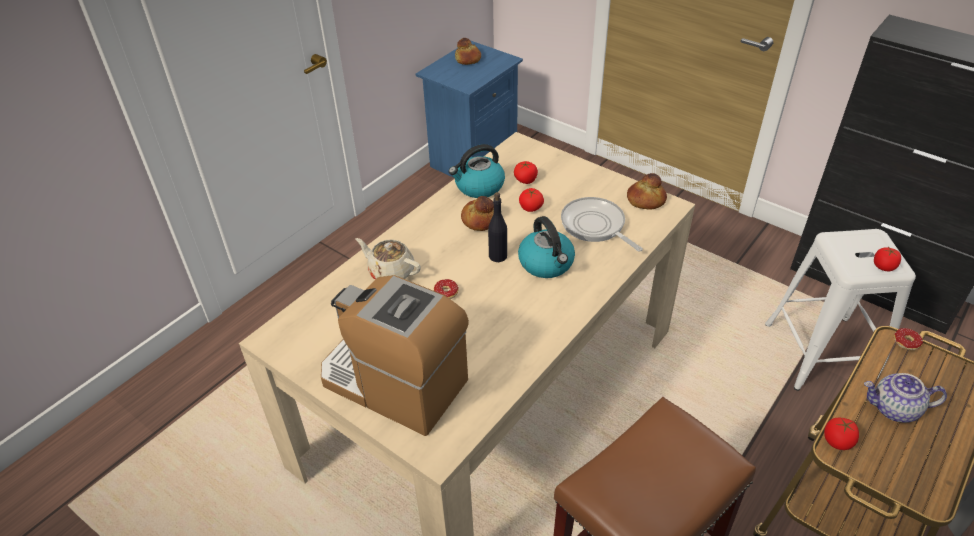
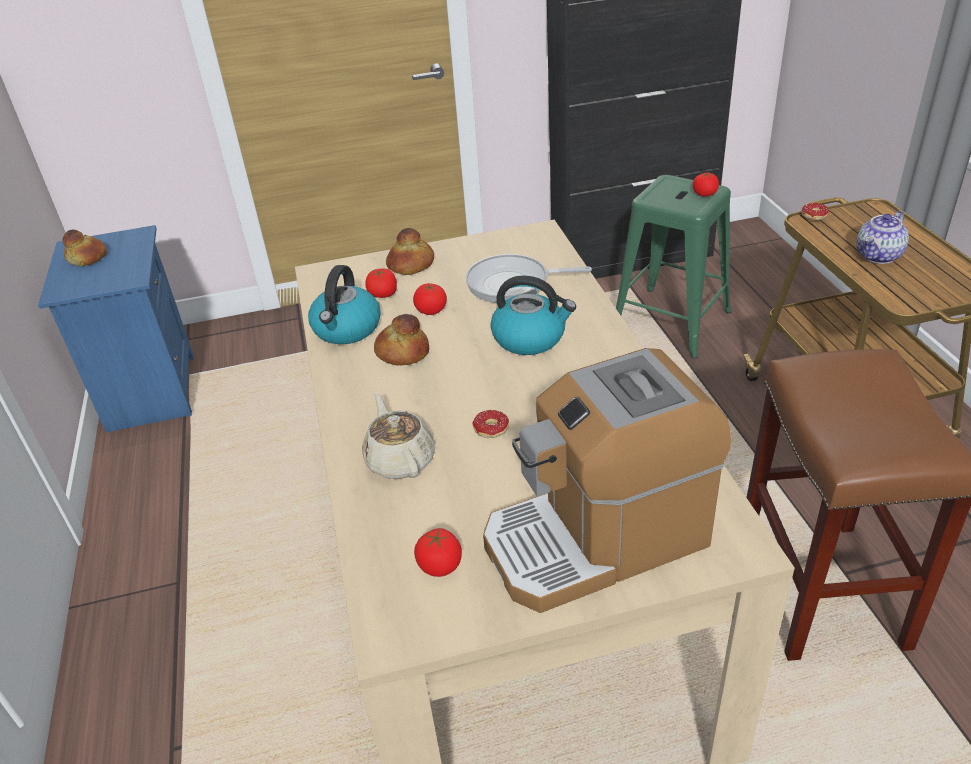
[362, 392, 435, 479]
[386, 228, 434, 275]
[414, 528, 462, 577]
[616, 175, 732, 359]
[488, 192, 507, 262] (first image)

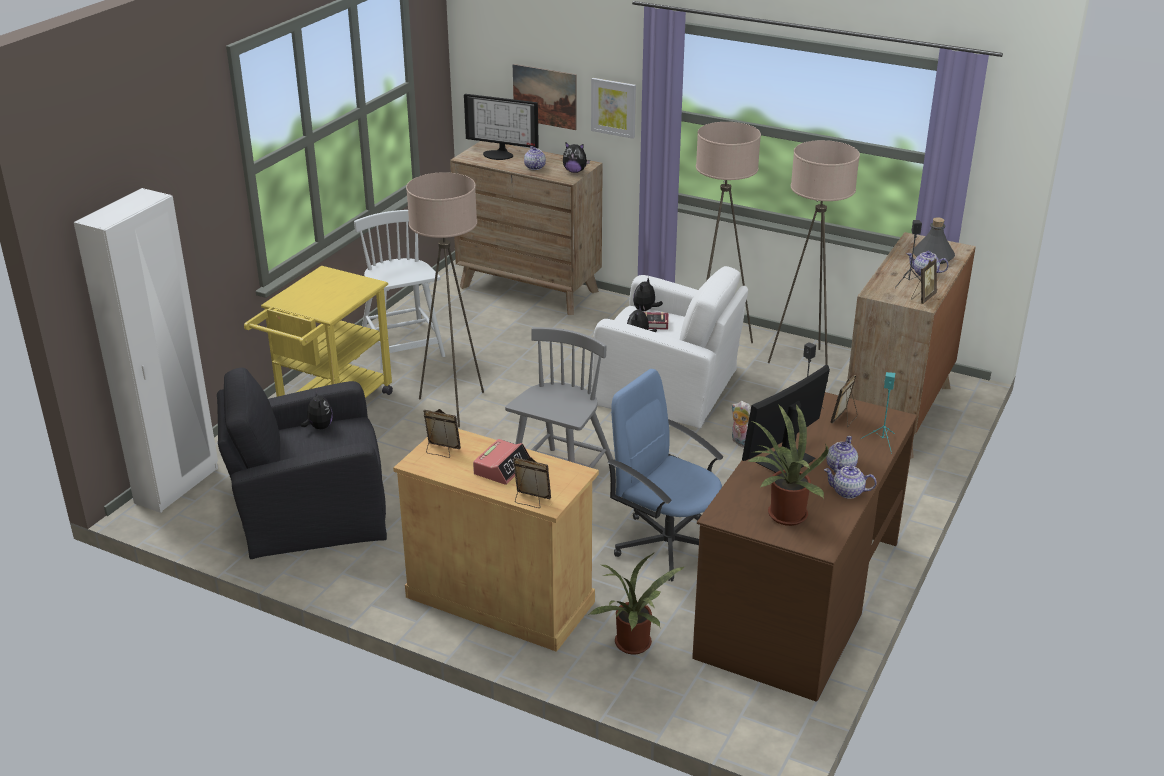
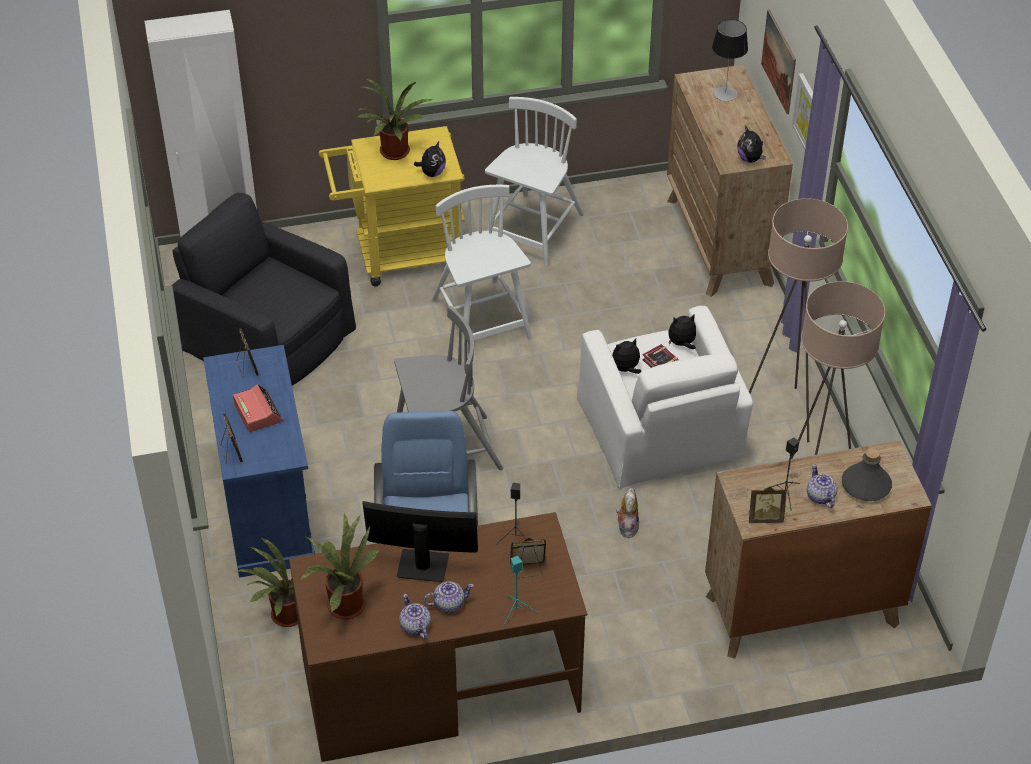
[203, 345, 315, 578]
[233, 384, 283, 433]
[357, 79, 433, 160]
[414, 141, 446, 177]
[432, 185, 531, 358]
[712, 20, 748, 101]
[524, 146, 546, 170] (first image)

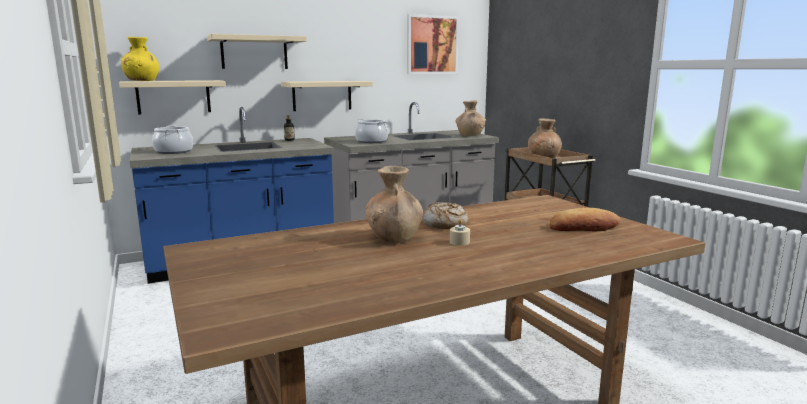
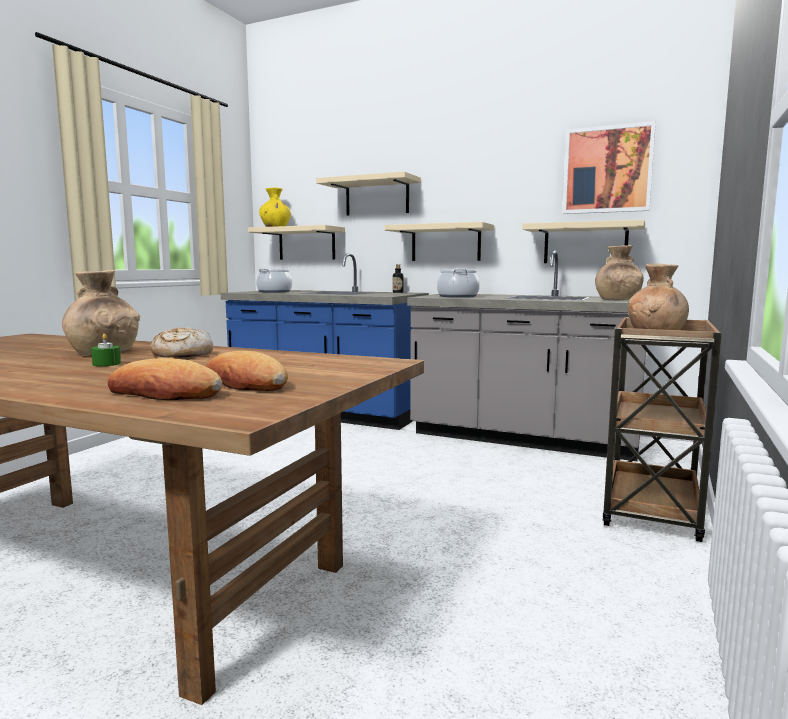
[91, 334, 121, 366]
[108, 358, 222, 400]
[522, 220, 645, 263]

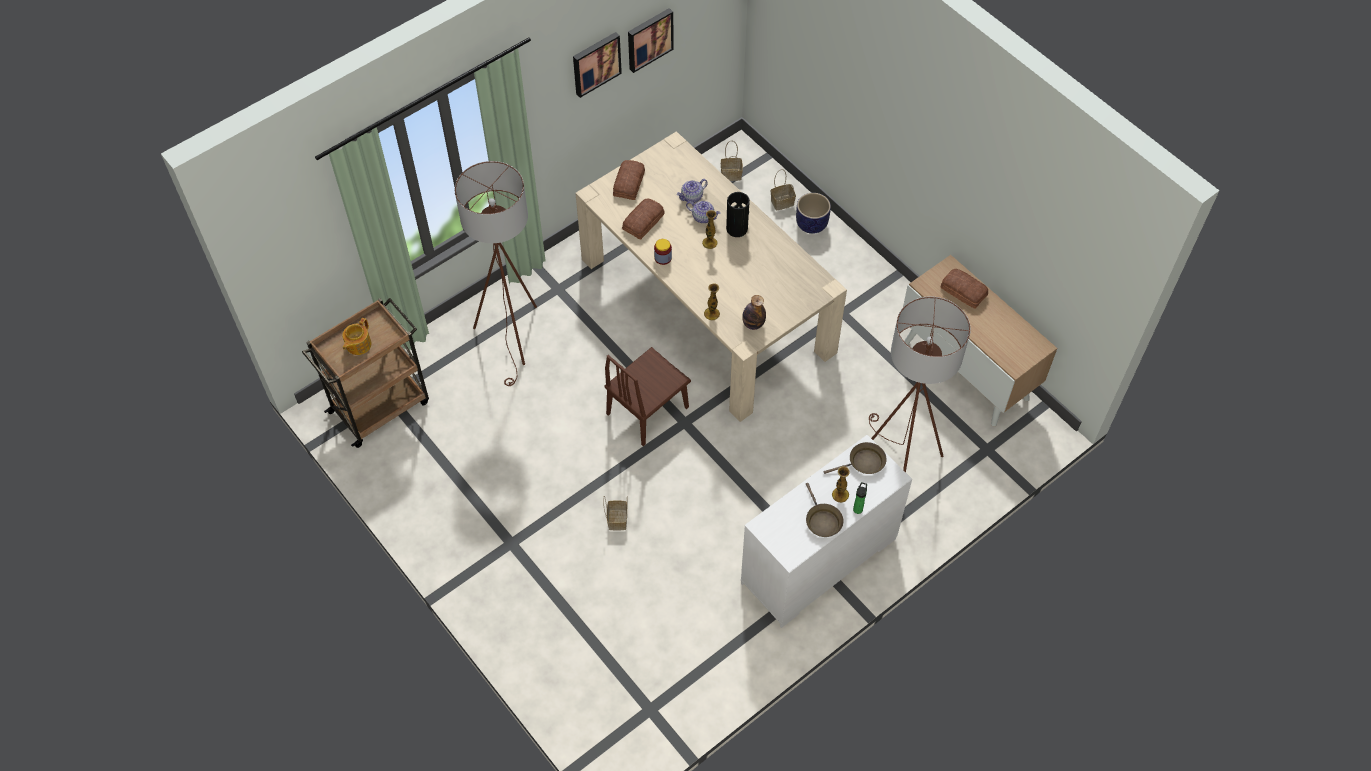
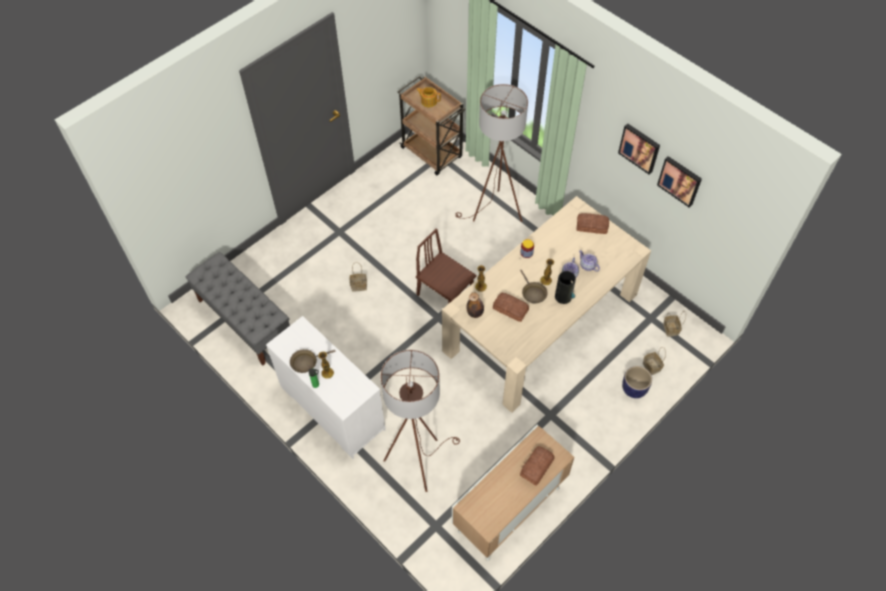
[186, 252, 290, 365]
[493, 293, 529, 322]
[520, 270, 548, 303]

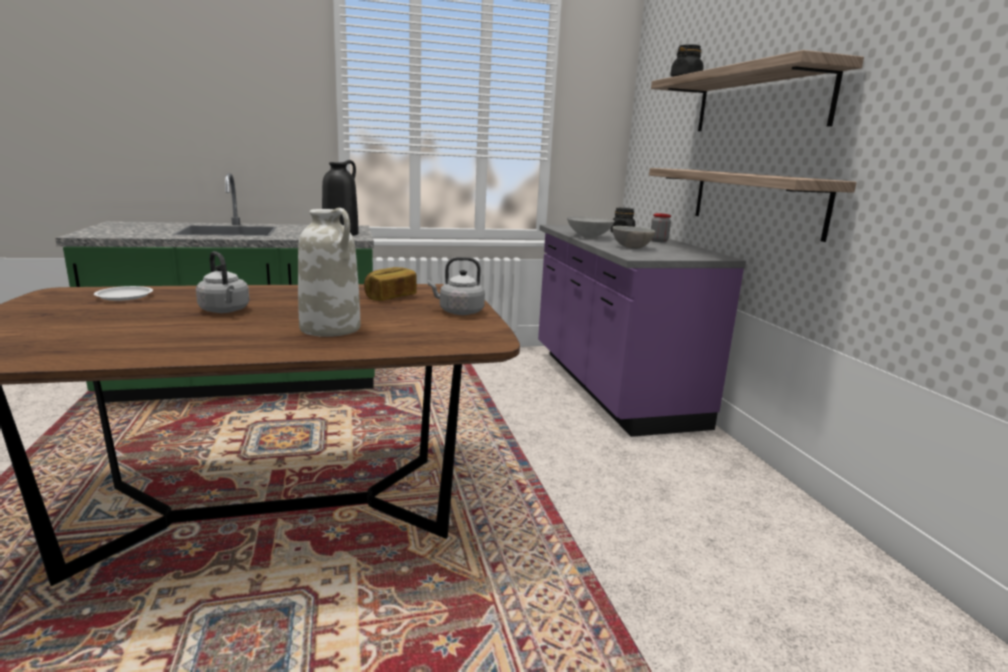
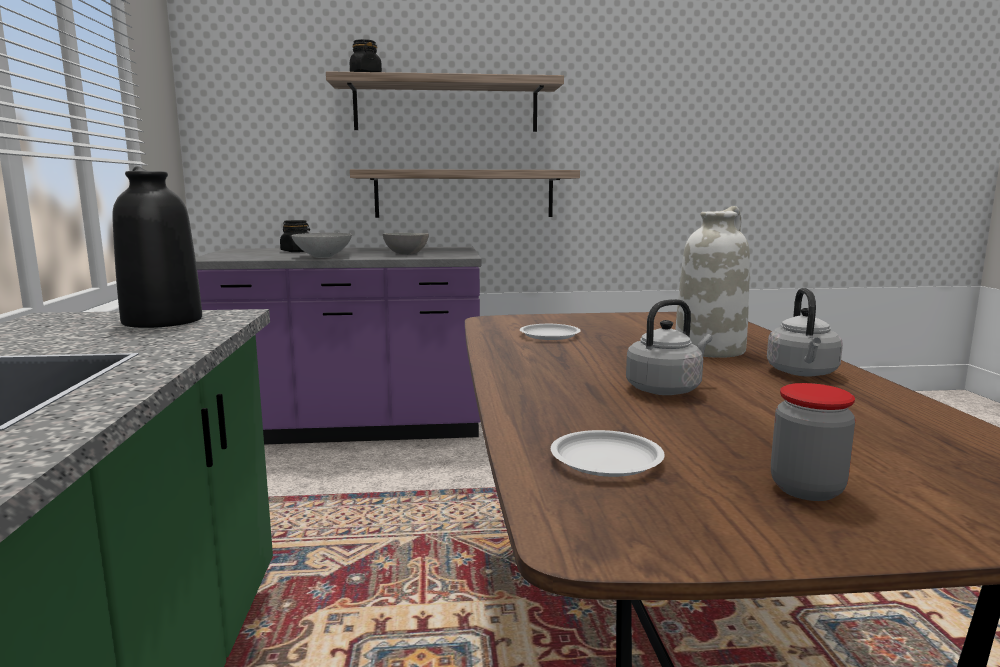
[520, 324, 581, 340]
[767, 288, 843, 376]
[771, 383, 855, 501]

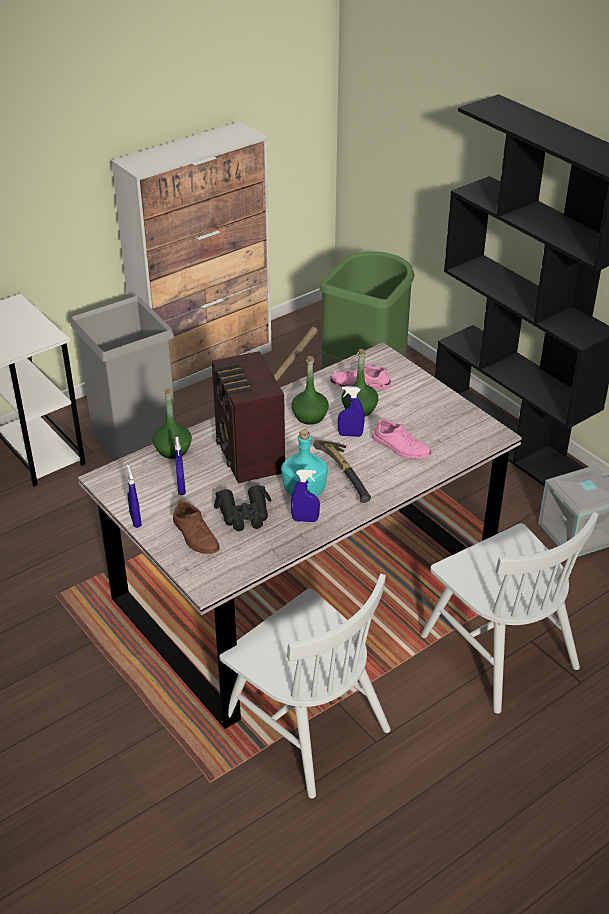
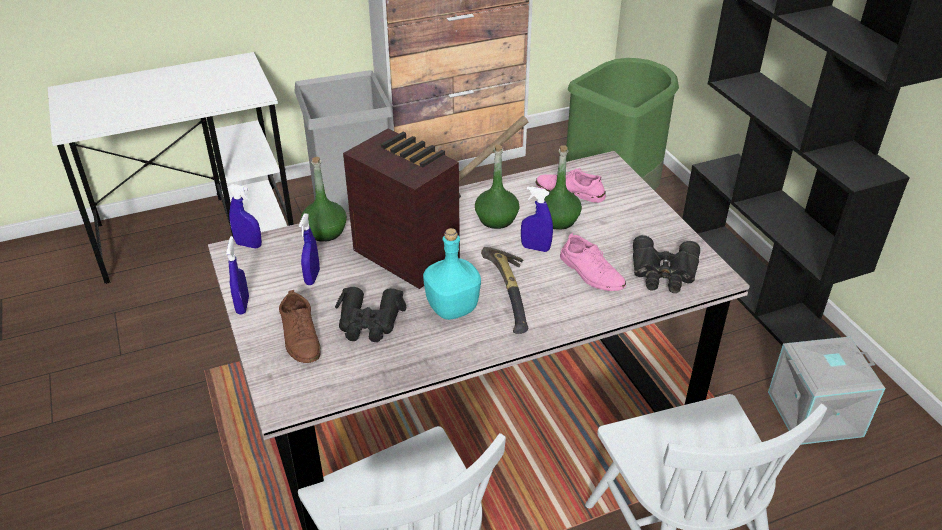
[228, 184, 262, 248]
[343, 129, 460, 289]
[633, 235, 700, 293]

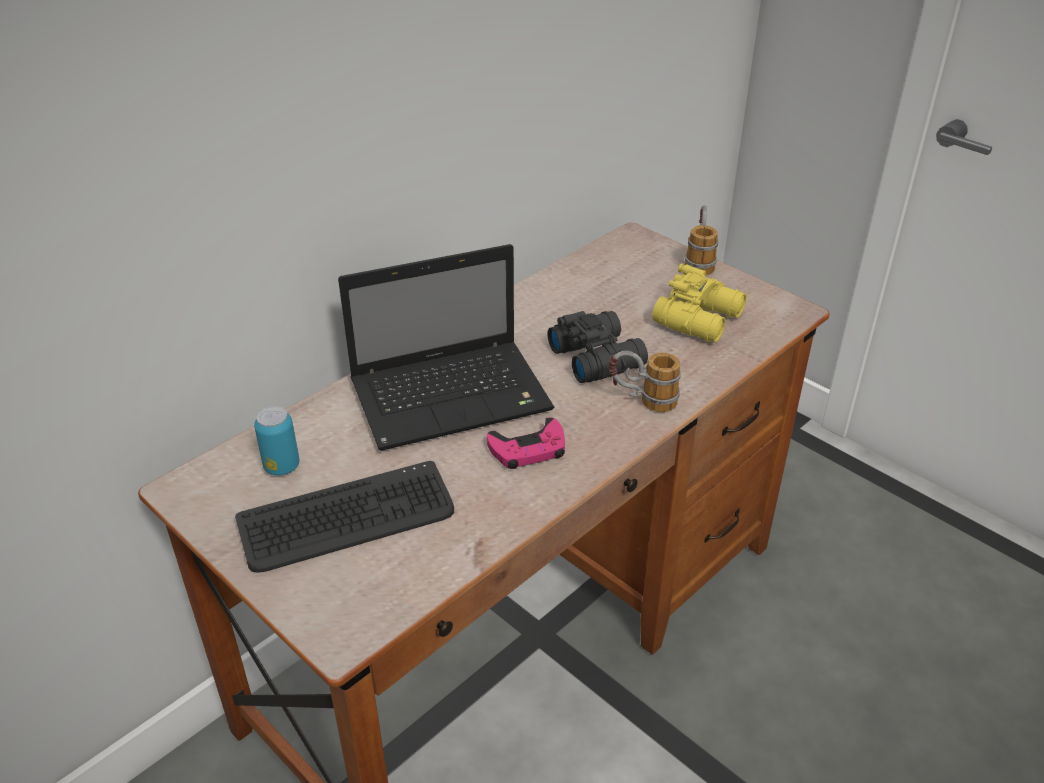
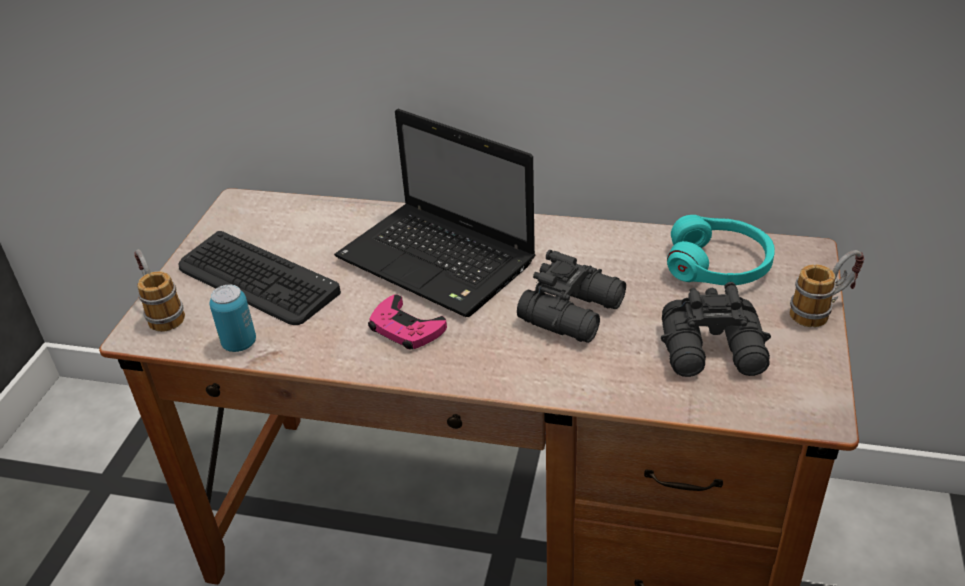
[134, 250, 185, 332]
[210, 285, 256, 352]
[661, 282, 771, 377]
[667, 215, 775, 285]

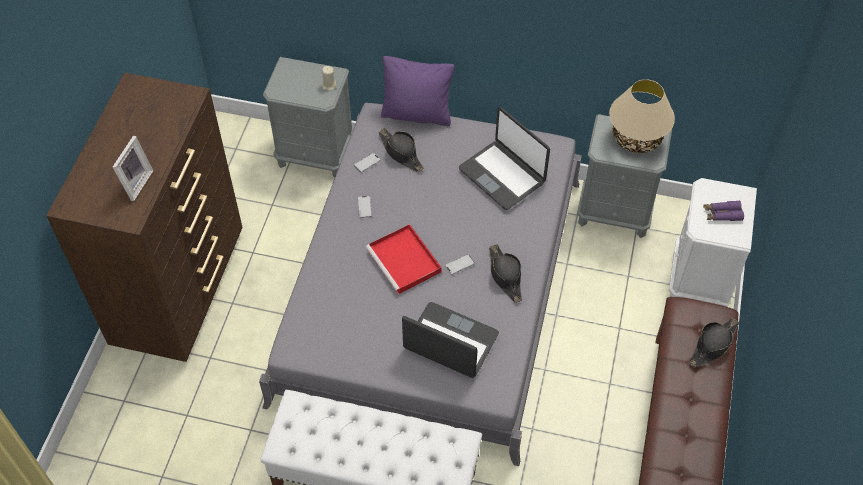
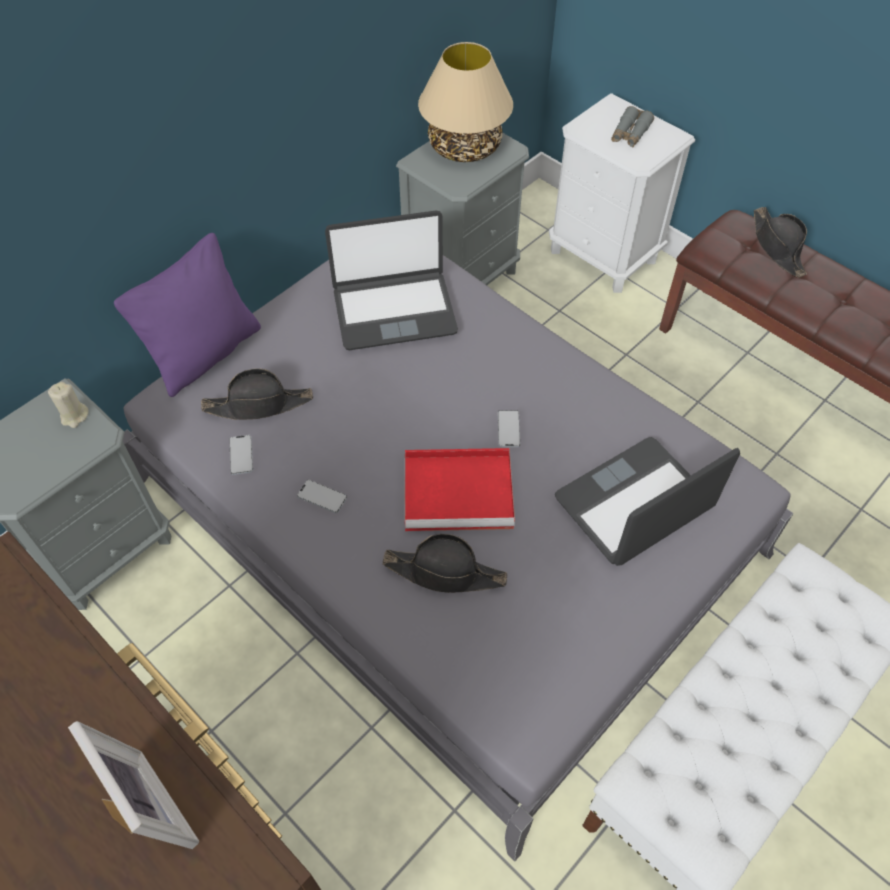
[383, 534, 507, 593]
[611, 106, 654, 148]

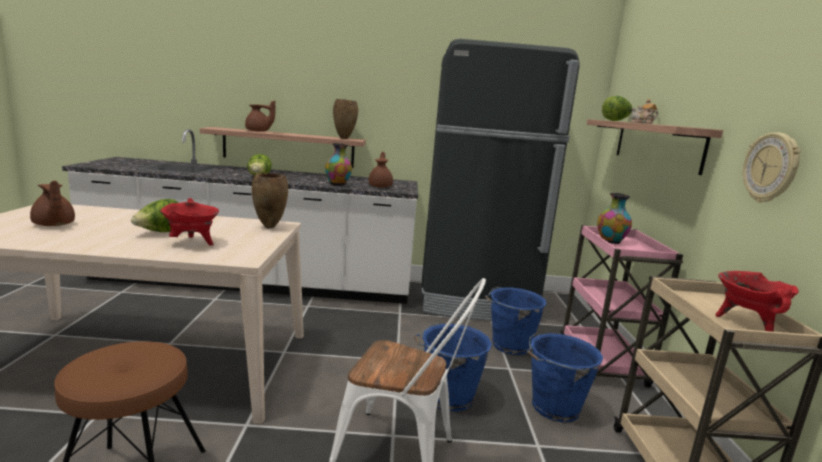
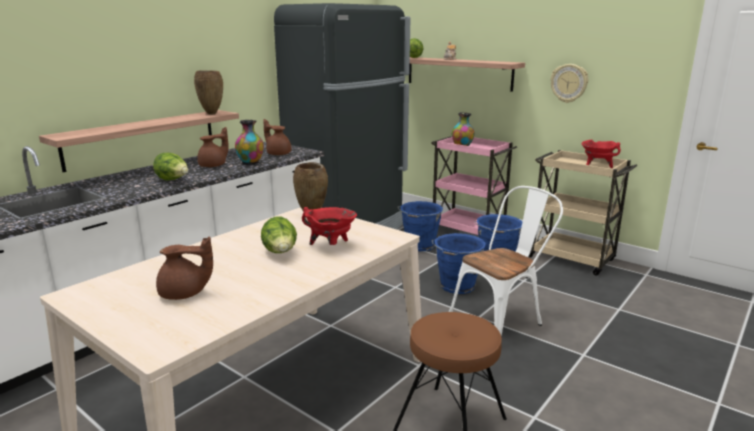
[197, 127, 229, 167]

